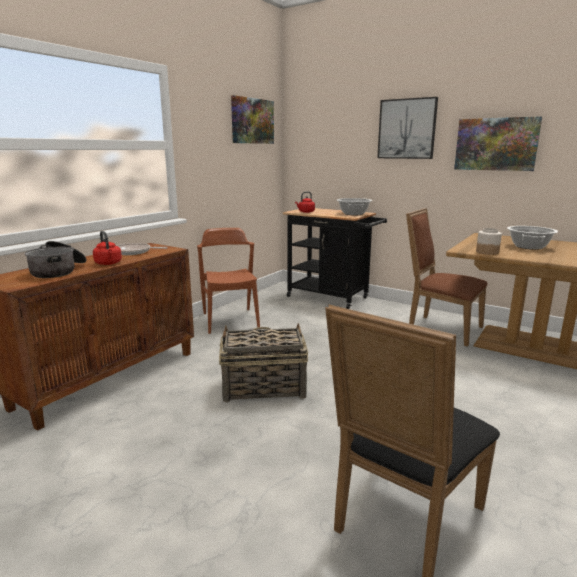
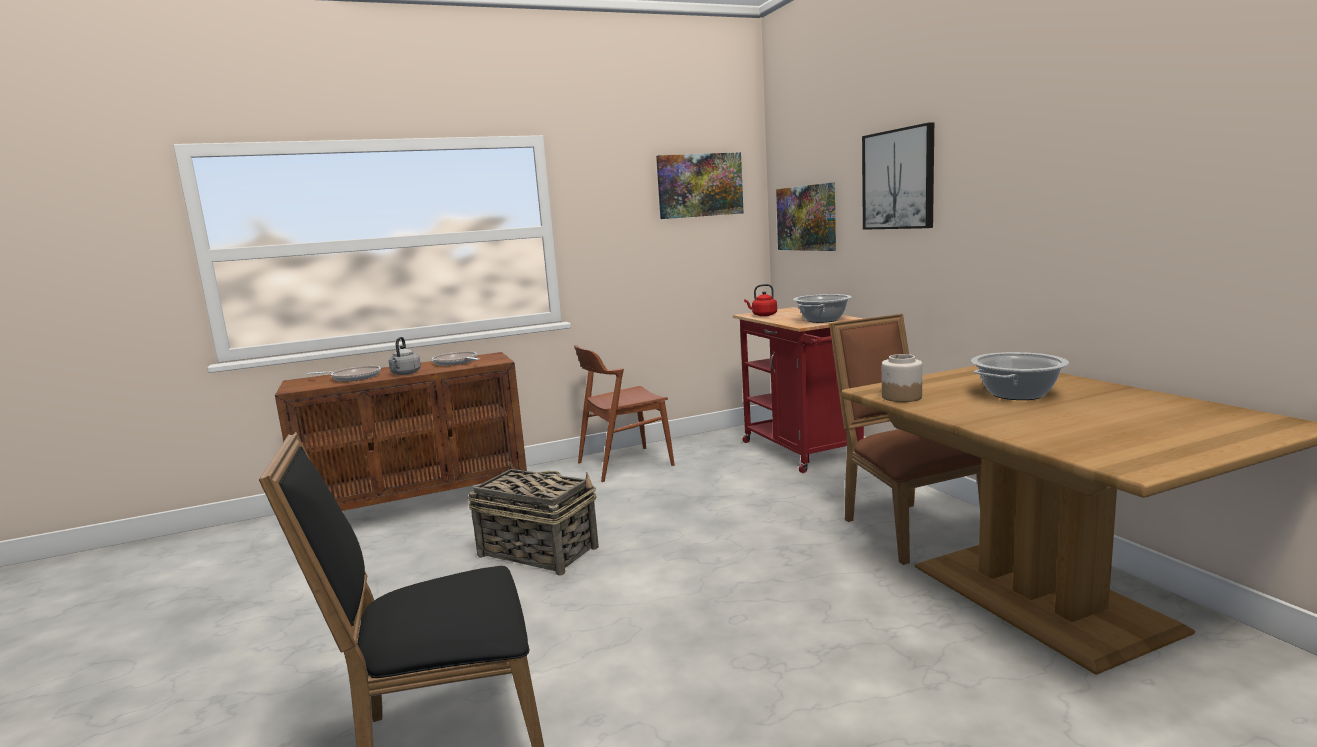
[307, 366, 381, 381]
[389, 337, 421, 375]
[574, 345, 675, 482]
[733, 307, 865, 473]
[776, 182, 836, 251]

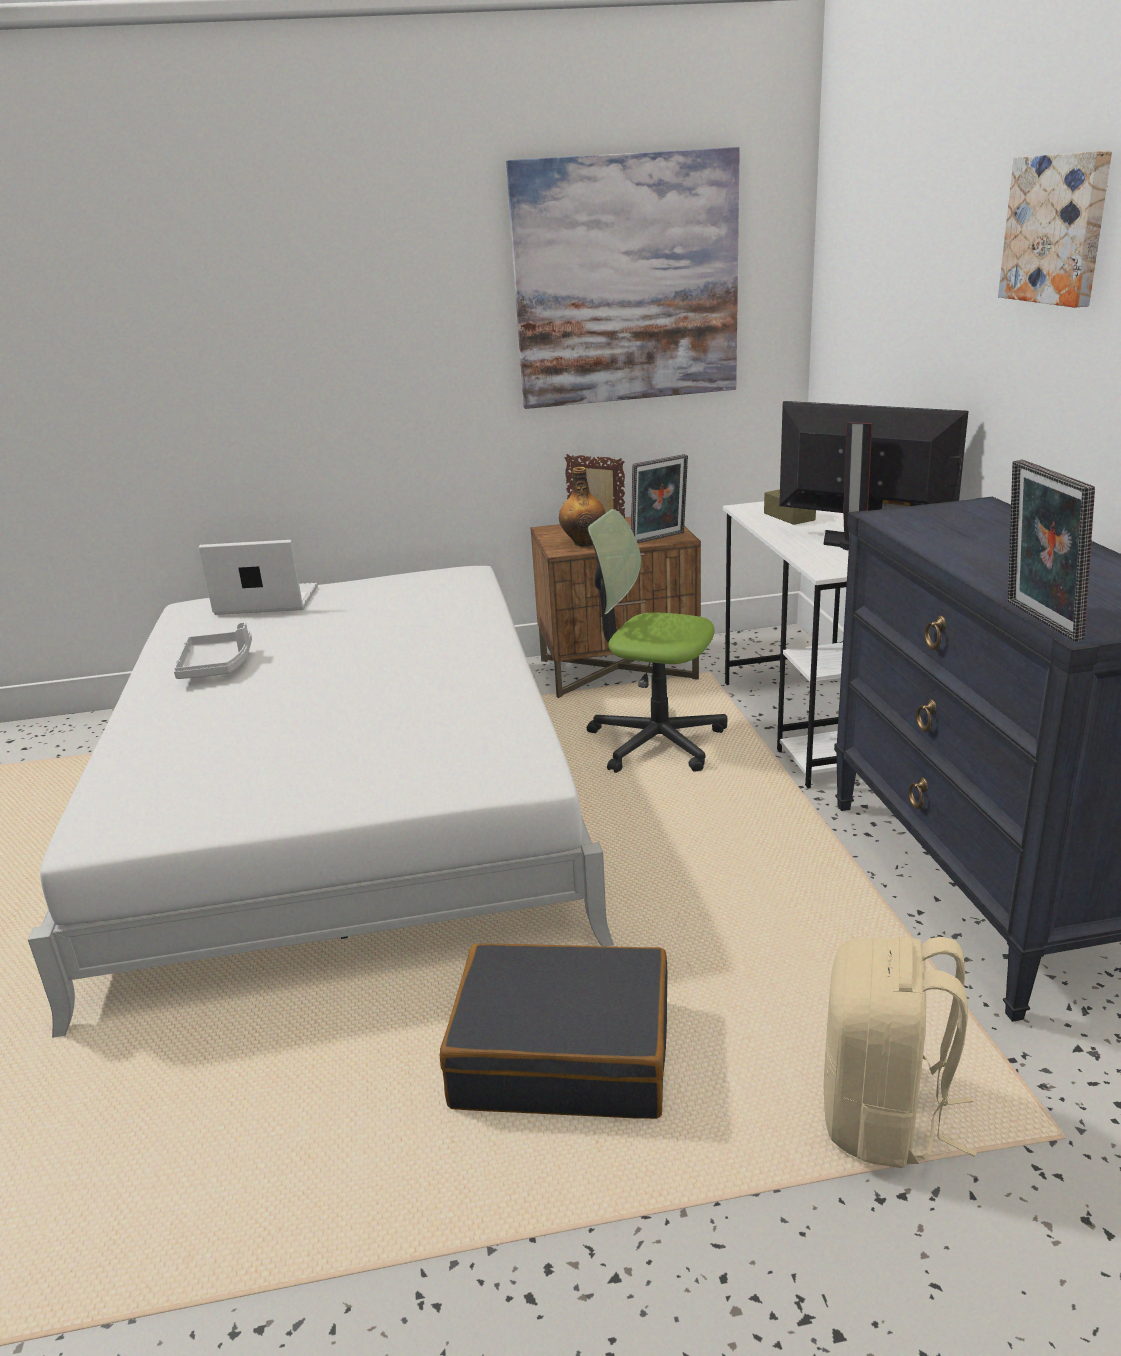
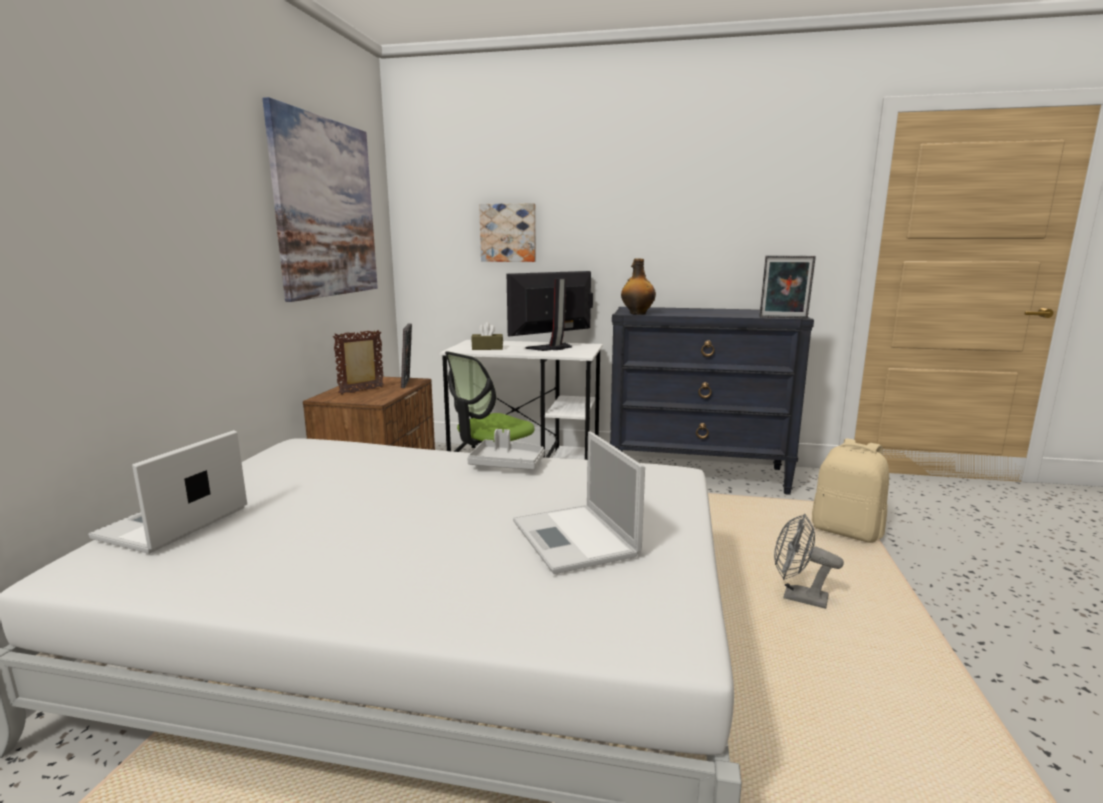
[467, 429, 545, 470]
[479, 203, 536, 262]
[513, 431, 645, 574]
[621, 258, 656, 315]
[774, 514, 844, 609]

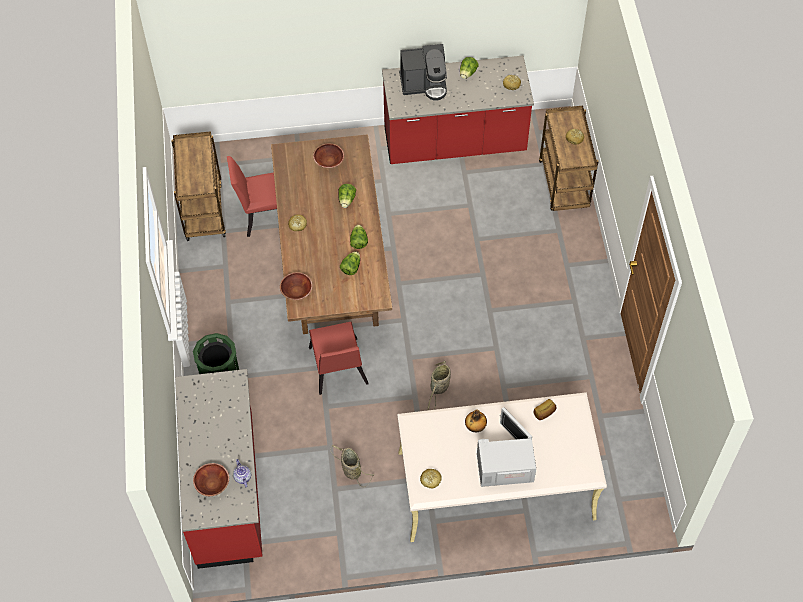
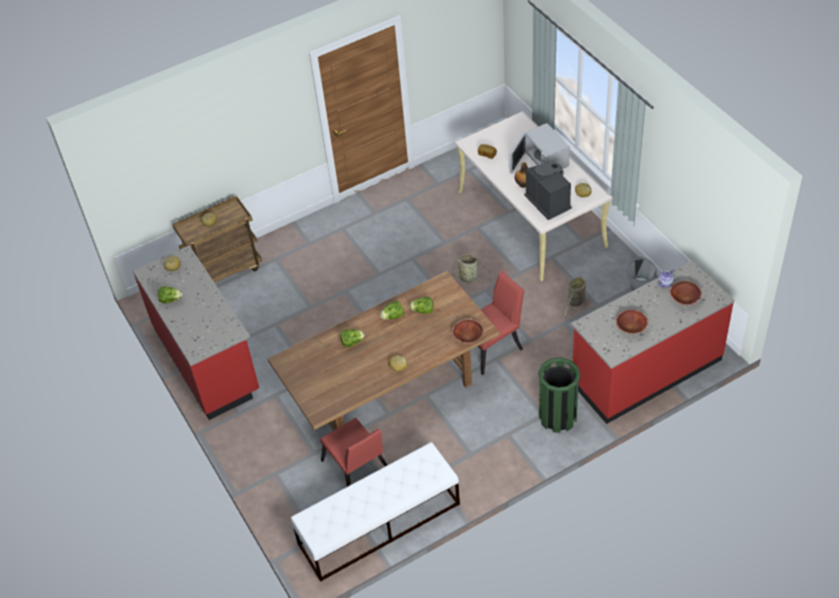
[291, 442, 460, 582]
[524, 162, 572, 220]
[616, 310, 648, 334]
[627, 257, 657, 291]

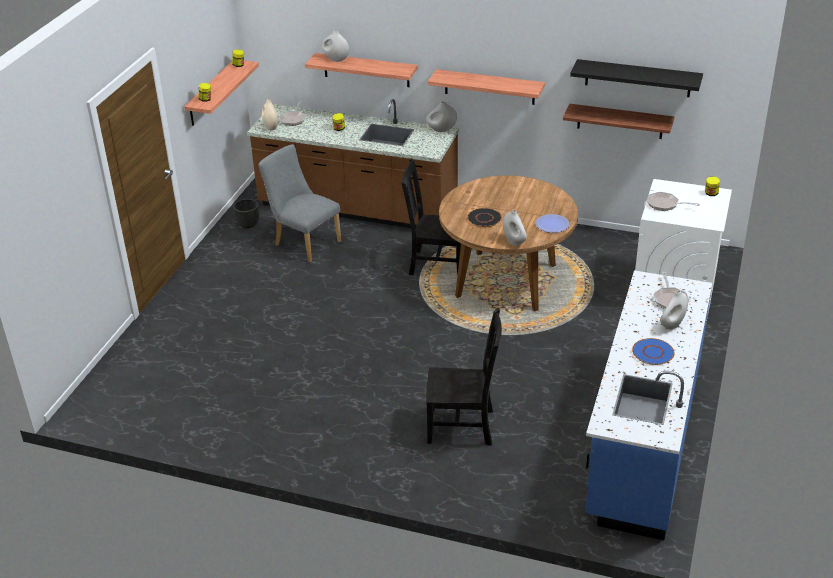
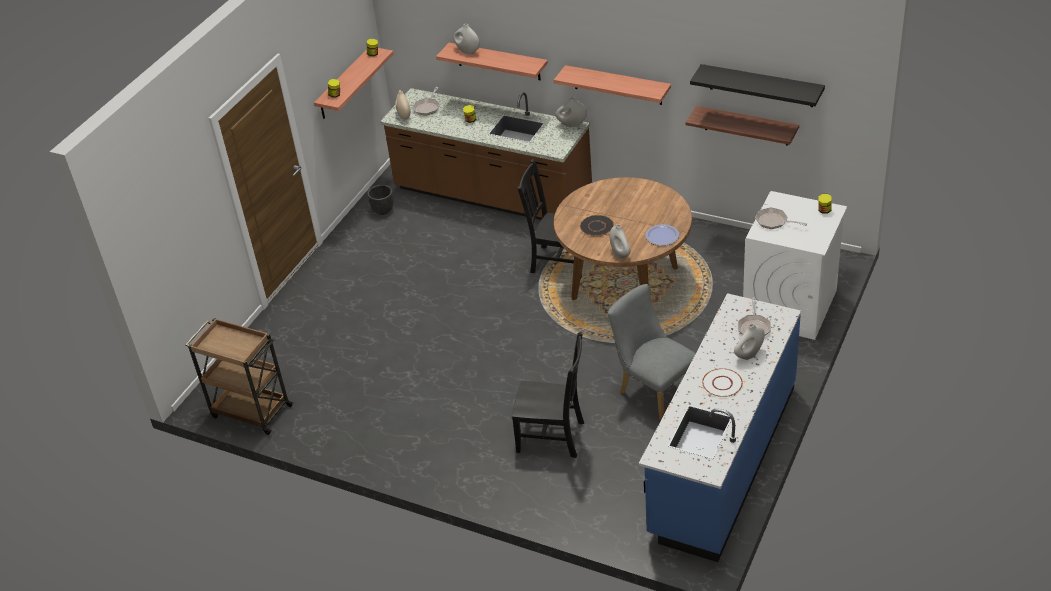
[185, 318, 294, 435]
[608, 284, 696, 420]
[702, 368, 743, 397]

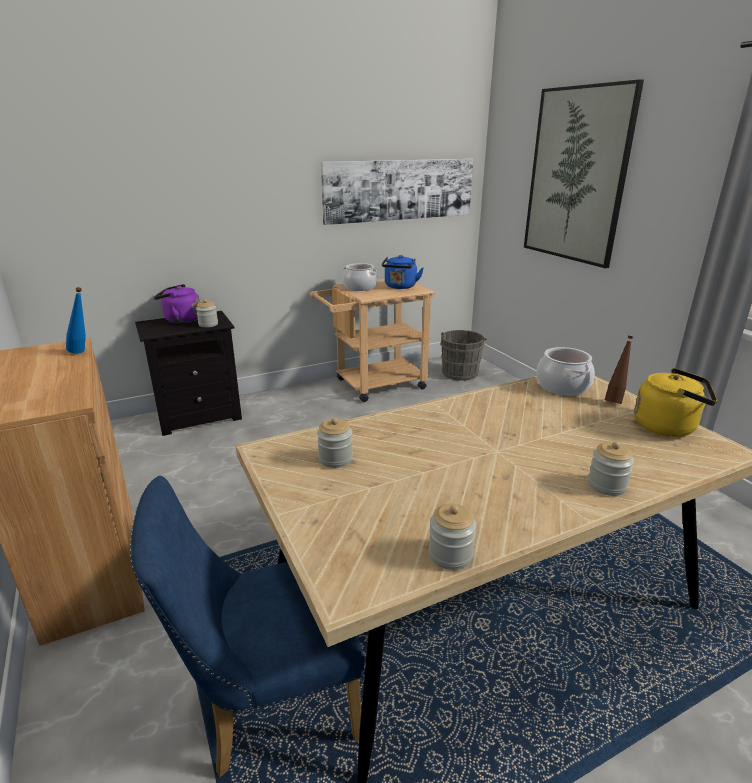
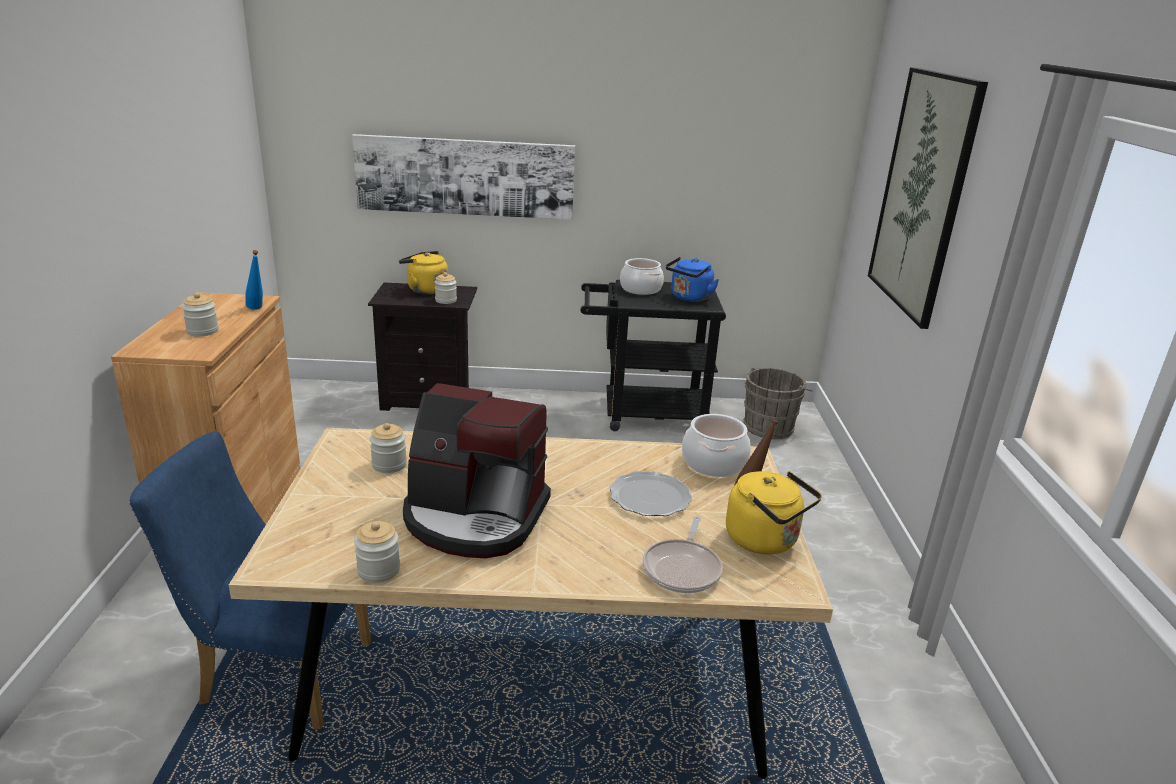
[182, 293, 219, 336]
[352, 134, 575, 220]
[399, 251, 448, 294]
[403, 383, 551, 558]
[581, 280, 726, 431]
[609, 471, 692, 516]
[643, 516, 723, 593]

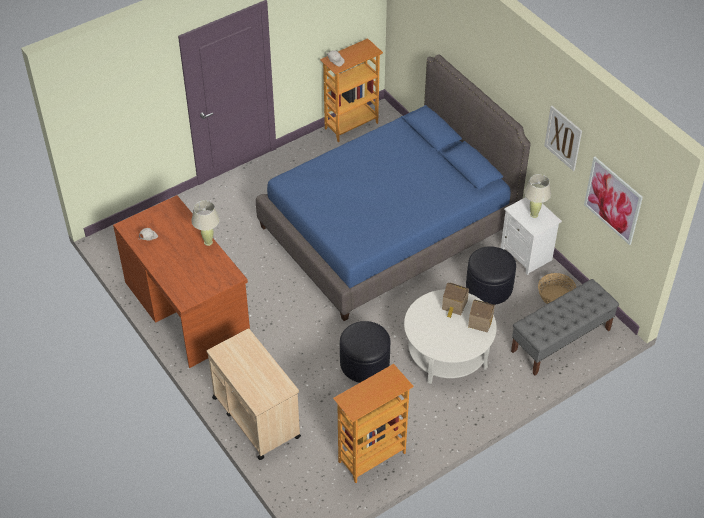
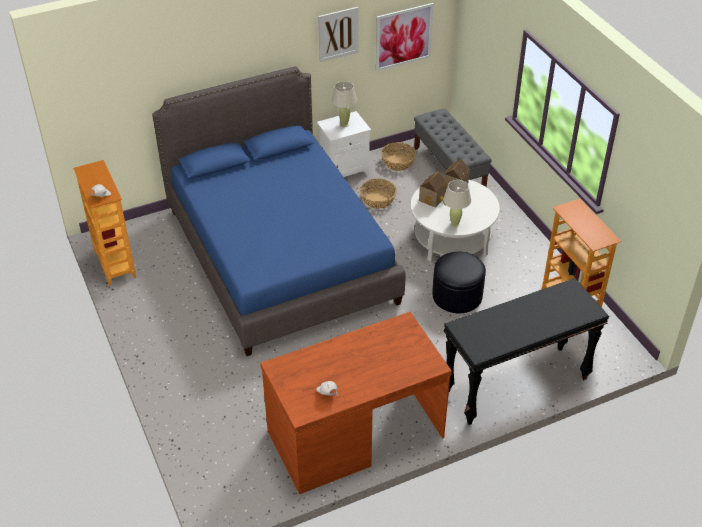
[360, 178, 397, 209]
[443, 180, 471, 228]
[444, 278, 609, 425]

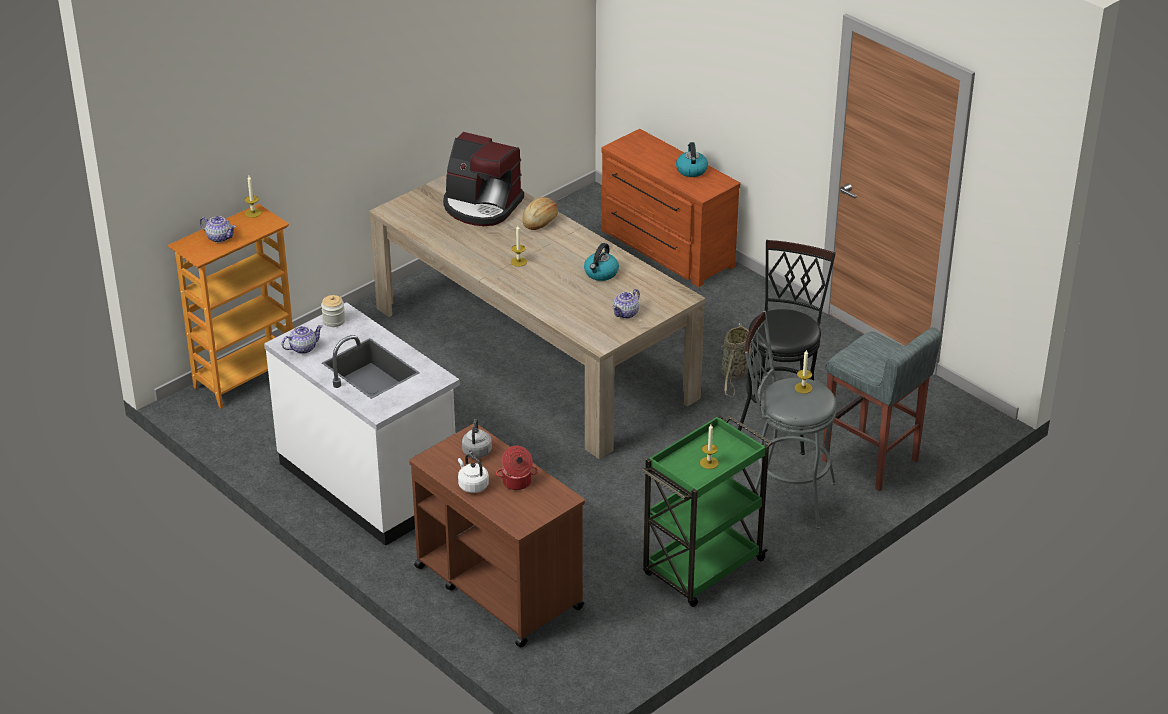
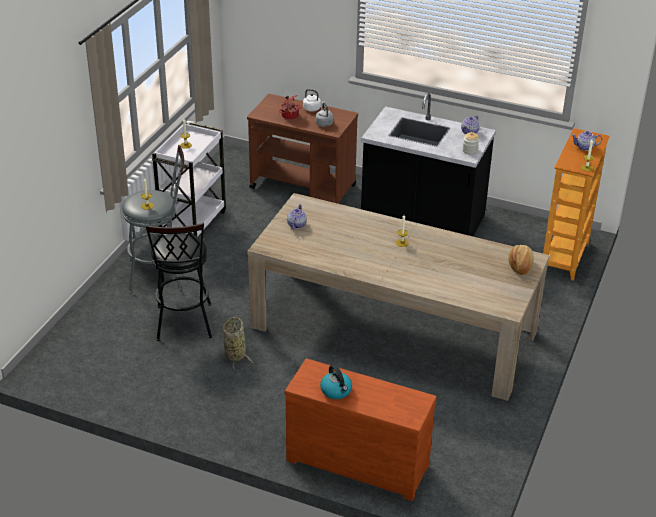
[152, 122, 226, 237]
[361, 93, 496, 236]
[508, 245, 534, 275]
[443, 132, 524, 226] (first image)
[584, 243, 619, 281] (first image)
[822, 327, 941, 491] (first image)

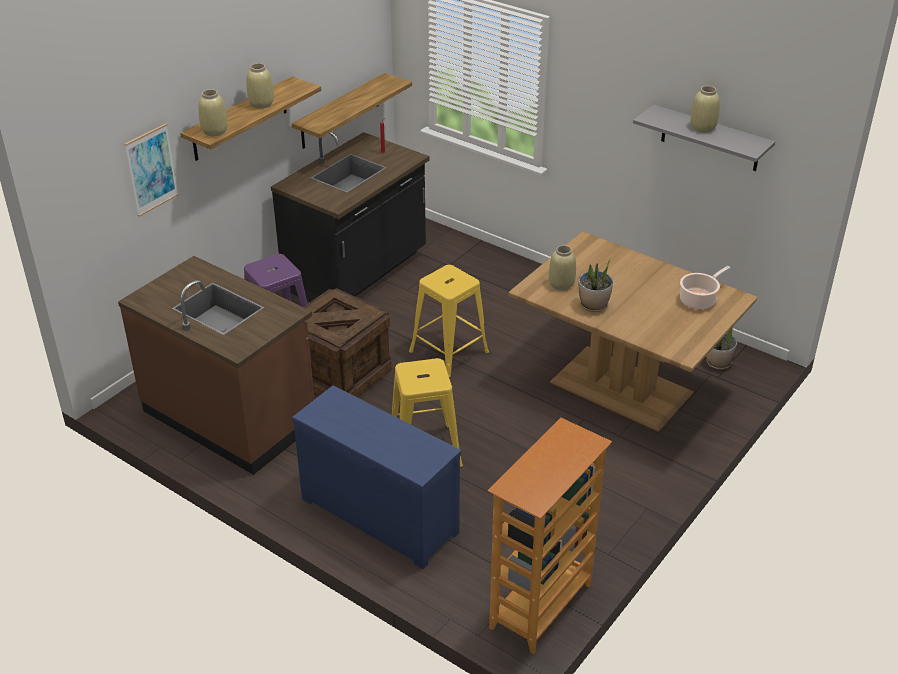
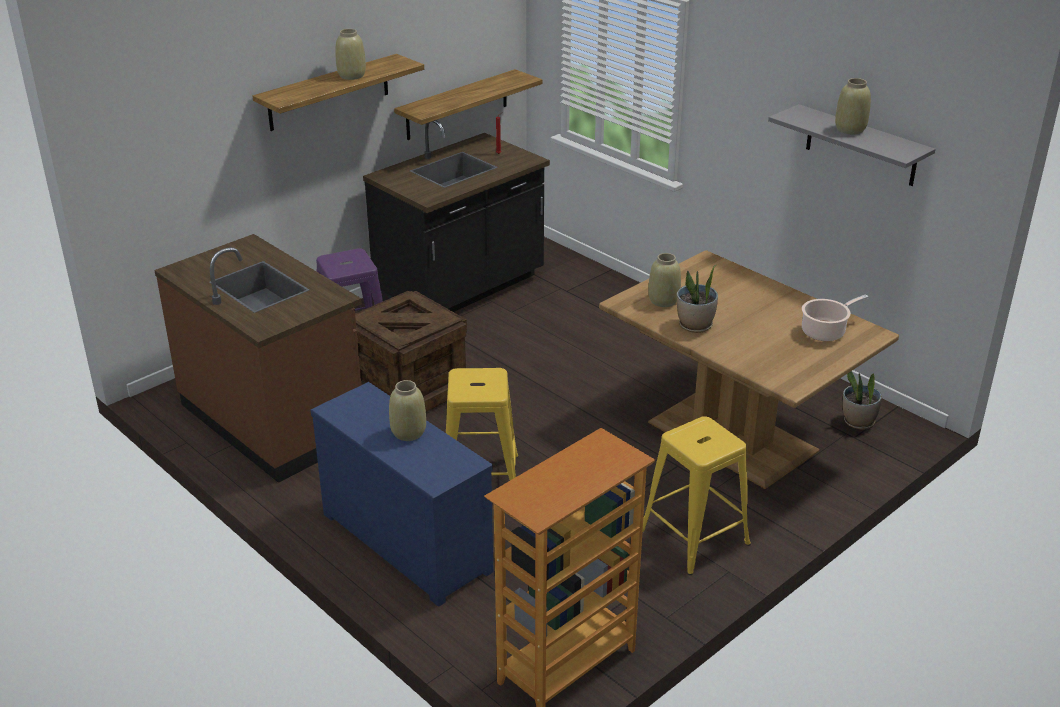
[389, 380, 426, 441]
[642, 416, 751, 575]
[124, 123, 179, 217] (first image)

